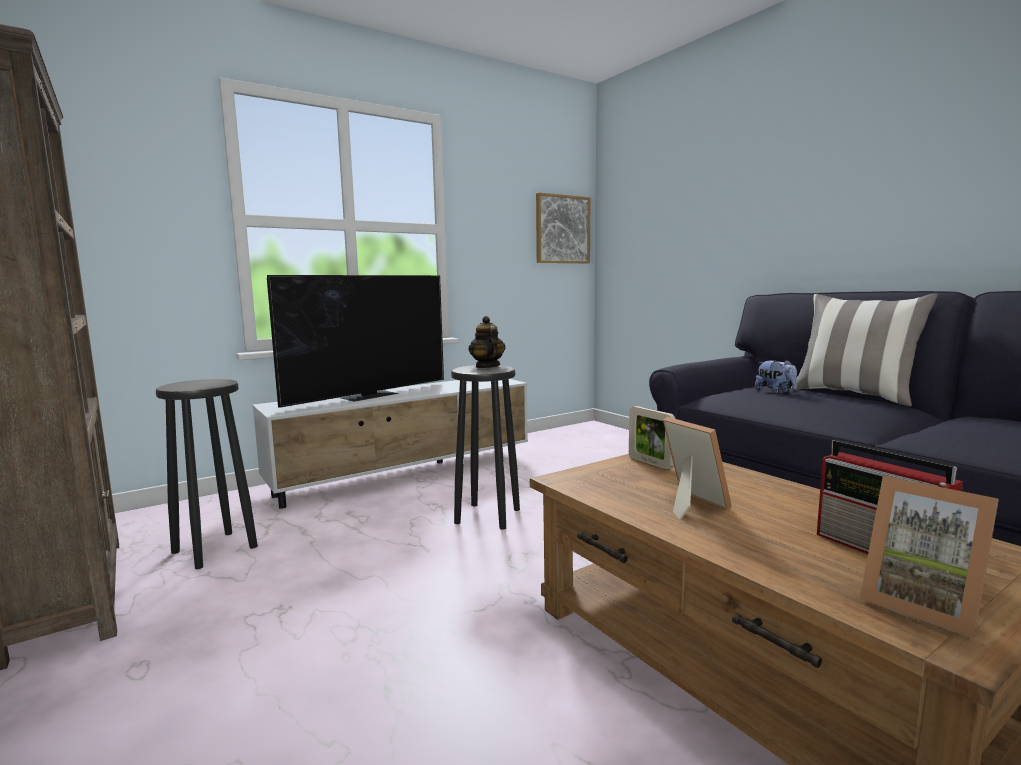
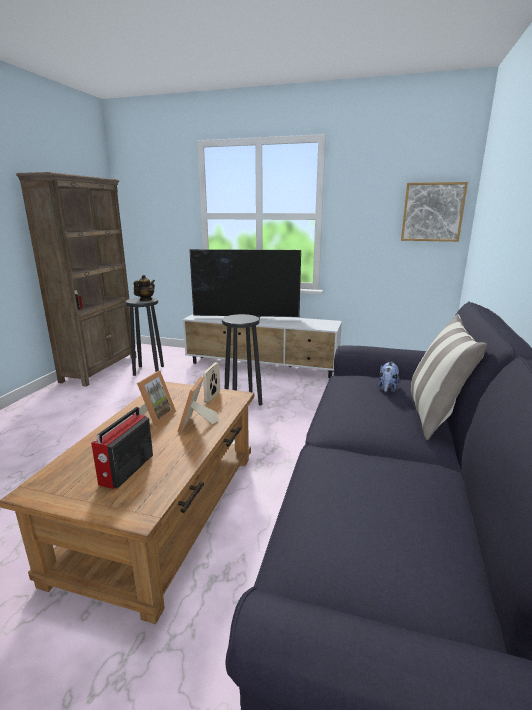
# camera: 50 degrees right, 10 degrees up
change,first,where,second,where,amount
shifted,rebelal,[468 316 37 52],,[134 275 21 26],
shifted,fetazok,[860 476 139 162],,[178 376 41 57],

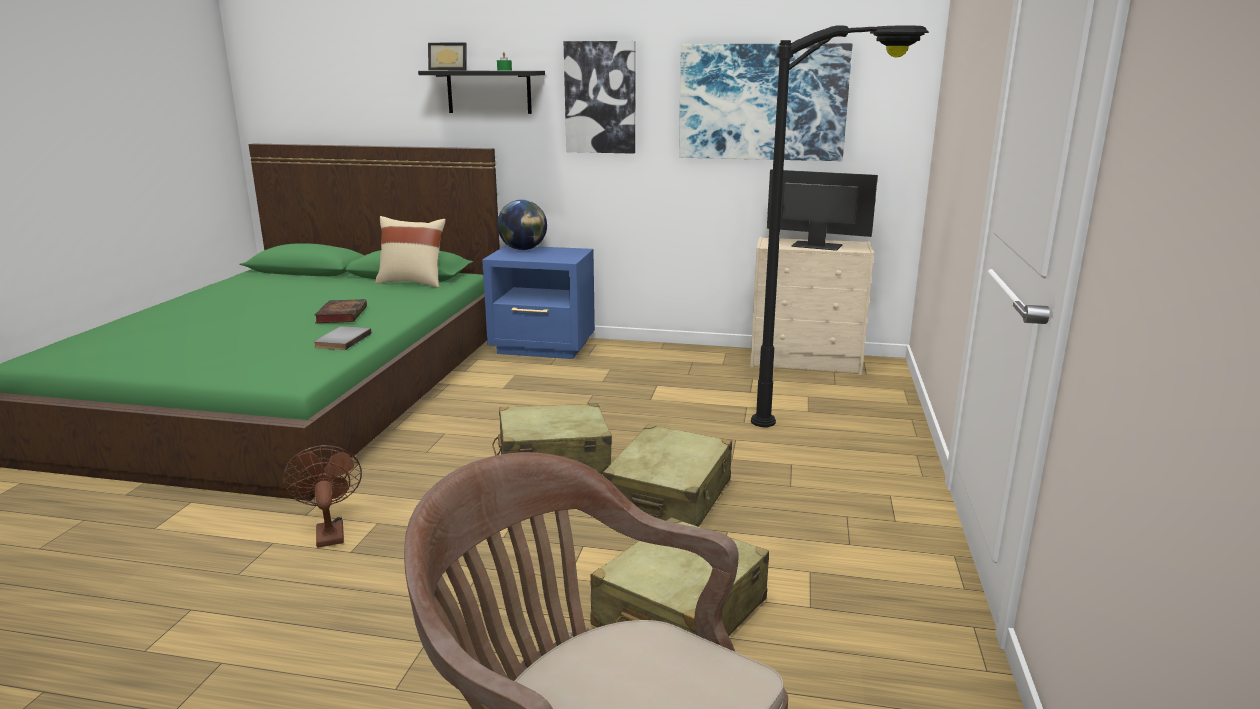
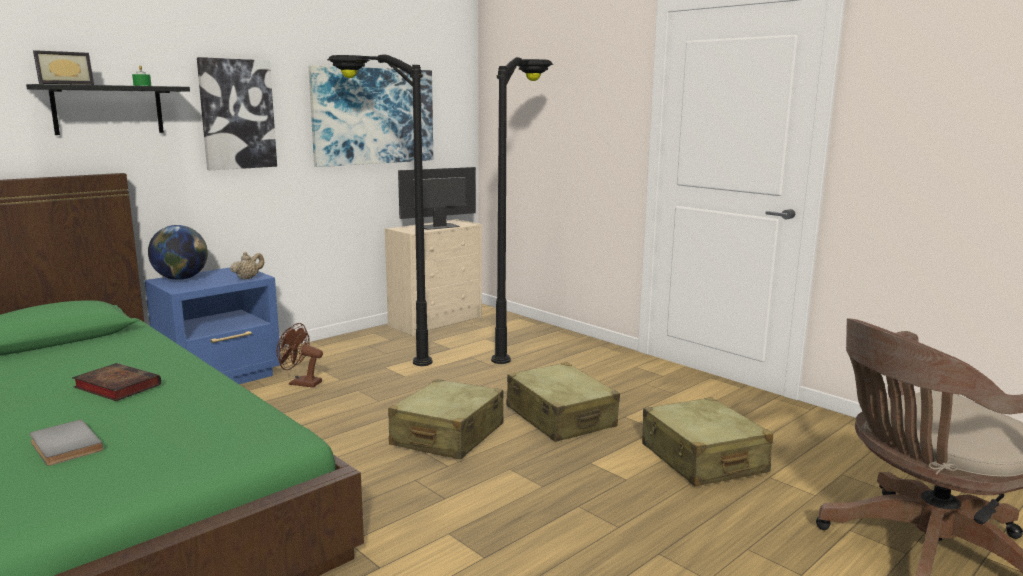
# camera: 55 degrees left, 5 degrees down
change,first,where,second,where,amount
shifted,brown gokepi,[283 445 79 103],,[277 323 46 65],
shifted,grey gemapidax,[313 326 59 24],,[30 419 73 47],
gone,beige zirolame,[375 216 71 72],,,
new,,,beige rebelal,[230 252 34 28],
new,,,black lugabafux,[327 55 105 311],

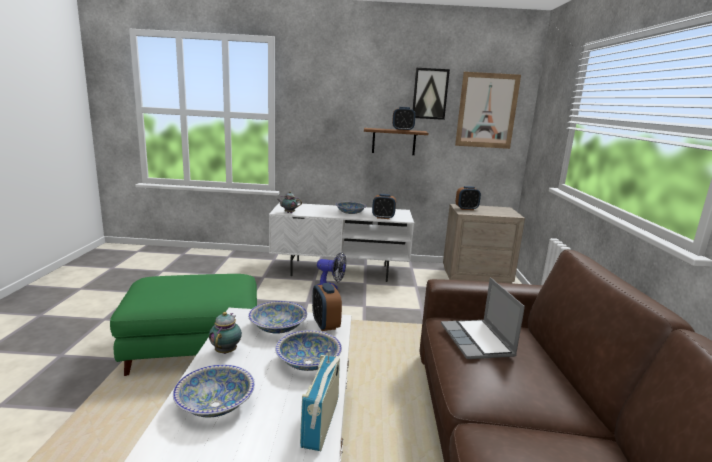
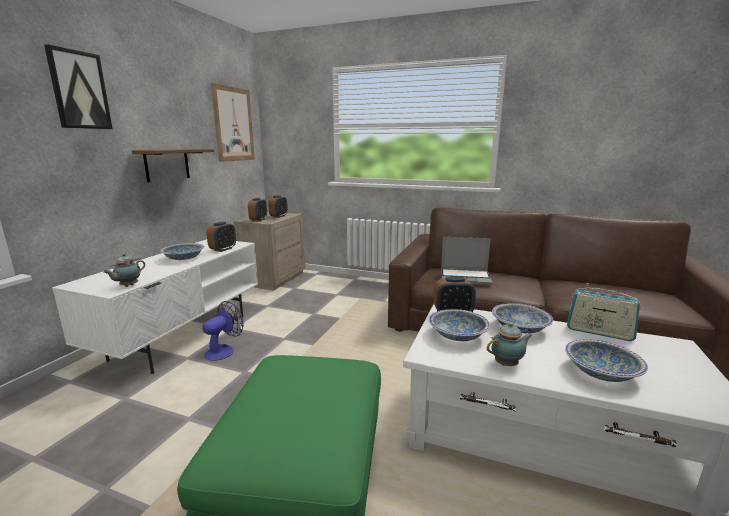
# camera: 70 degrees left, 0 degrees up
change,first,where,second,where,amount
rotated,rebelal,[209 312 33 42],,[487 322 45 44],135 degrees clockwise
shifted,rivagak,[392 107 24 24],,[268 195 20 23],
shifted,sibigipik,[412 68 38 52],,[44 44 68 85],

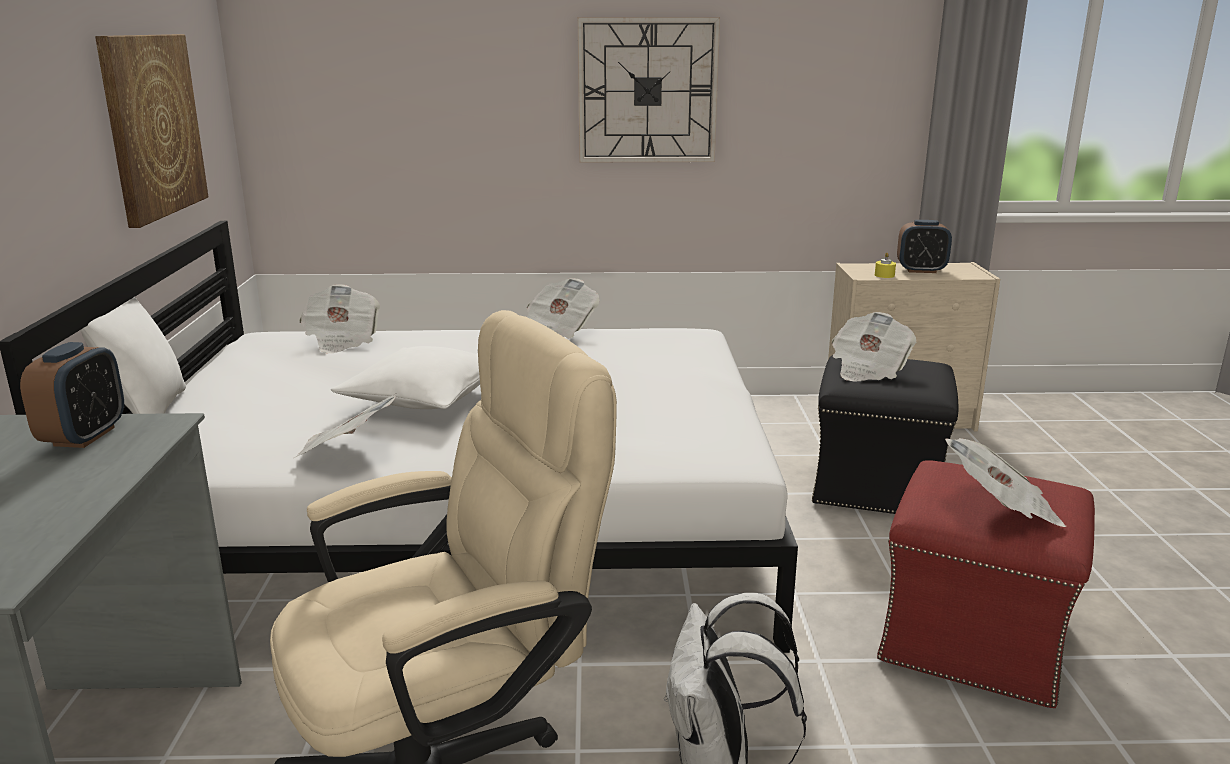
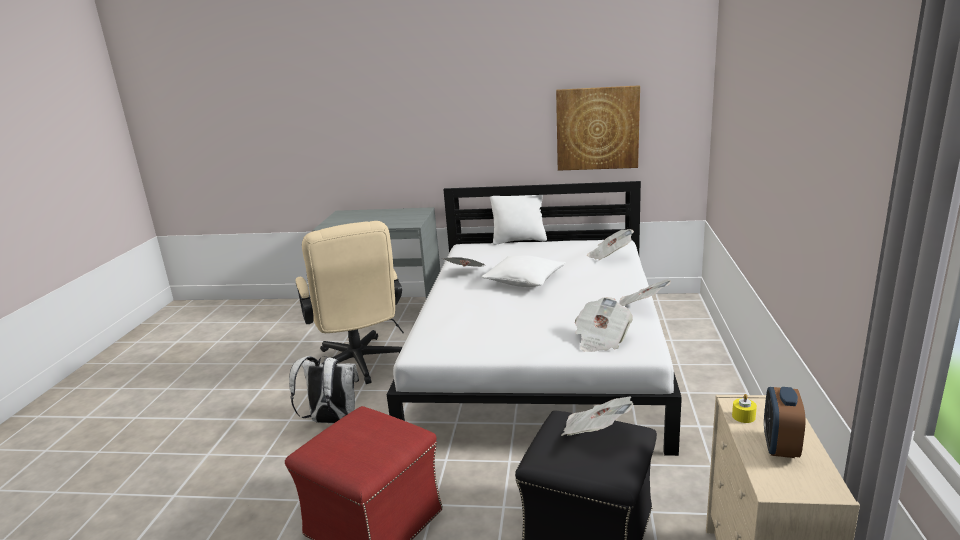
# camera: 100 degrees right, 0 degrees up
change,first,where,second,where,amount
gone,rivagak,[20 342 104 106],,,
gone,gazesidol,[578 17 142 145],,,
shifted,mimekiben,[945 438 121 89],,[574 297 59 55],

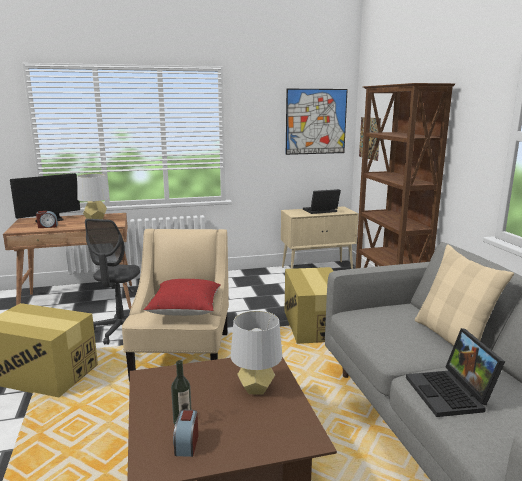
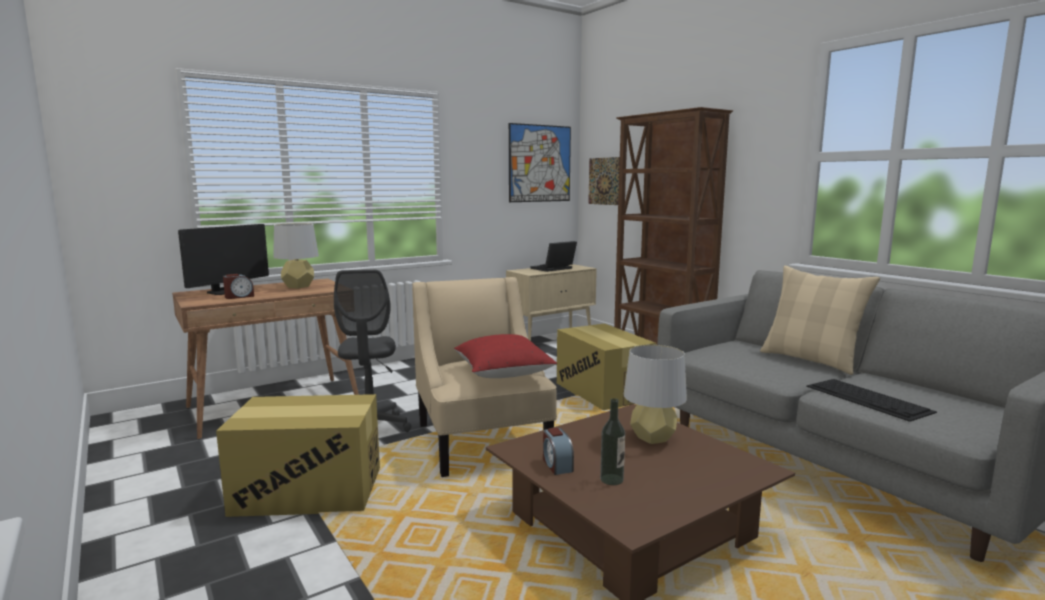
# camera: 20 degrees left, 5 degrees down
change,first,where,second,where,amount
shifted,rivagak,[173 410 25 47],,[543 428 31 47],
swapped,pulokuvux,[406 328 99 89],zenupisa,[806 379 131 43],

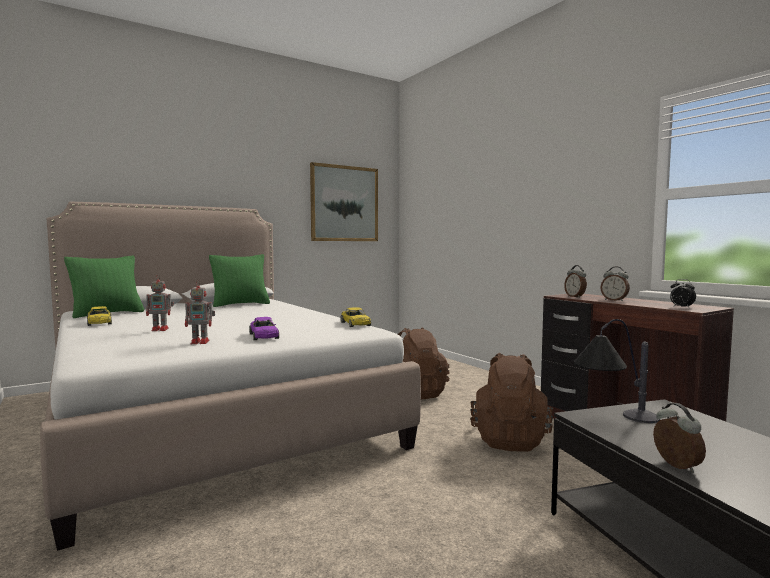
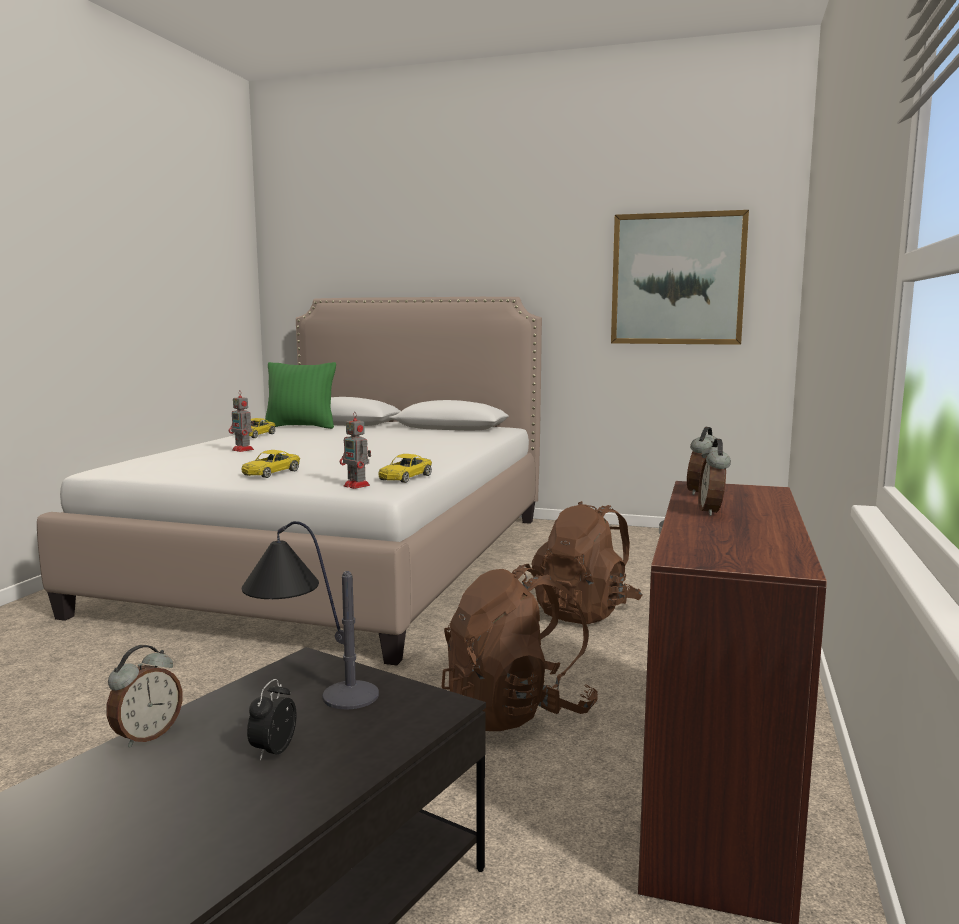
# camera: 50 degrees right, 5 degrees up
change,first,where,second,where,amount
shifted,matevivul,[185 280 30 64],,[340 412 31 77],
gone,green zirolame,[209 254 61 53],,,
repainted,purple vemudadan,[249 317 30 23],yellow vemudadan,[242 450 58 28],
shifted,rivagak,[670 279 26 29],,[247 679 49 82],

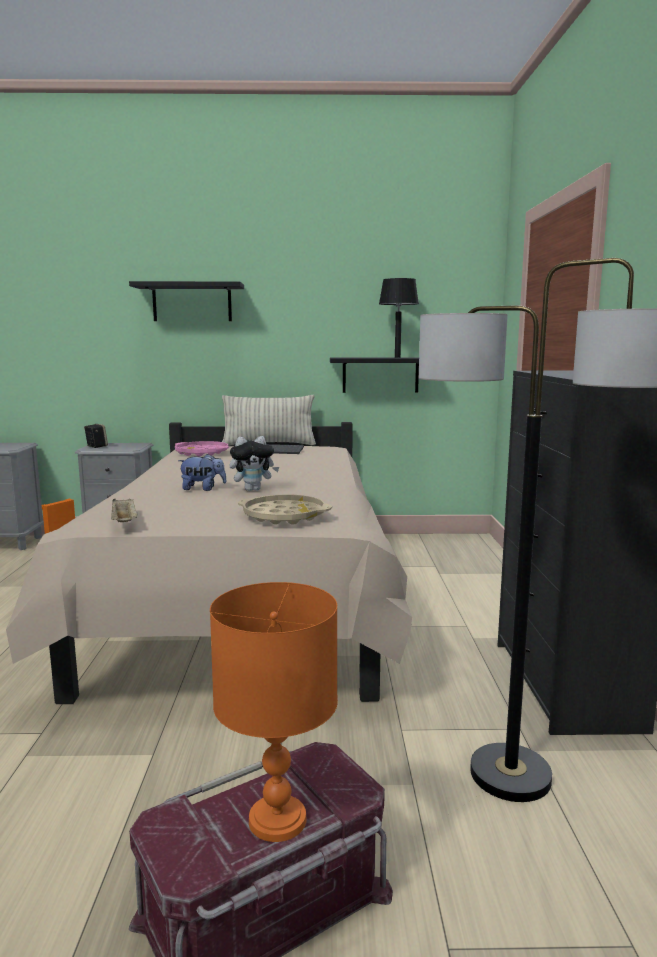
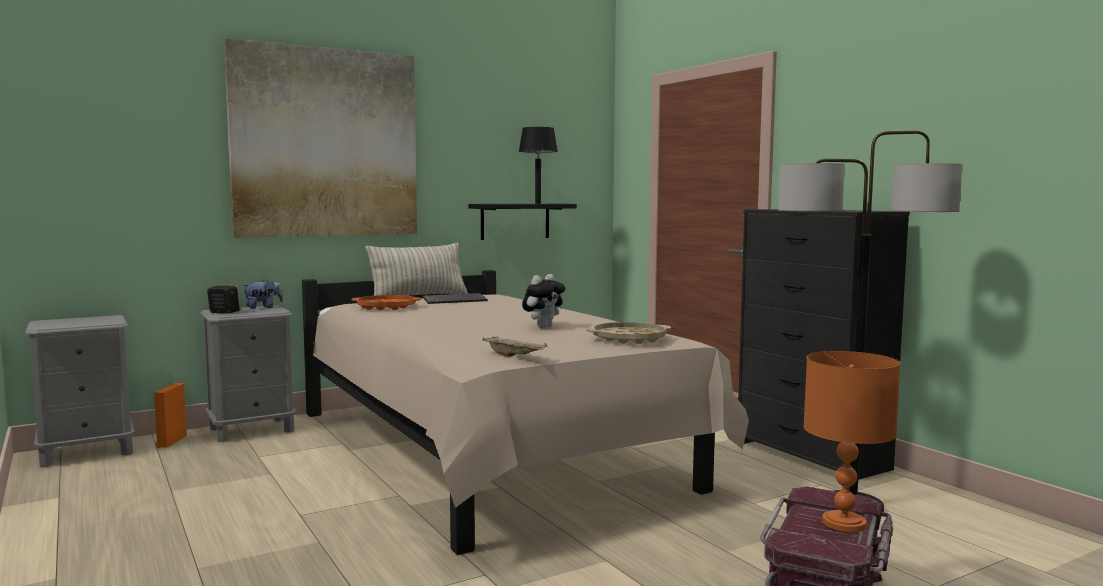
# camera: 30 degrees left, 5 degrees down
change,first,where,second,where,amount
swapped,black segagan,[129 281 115 40],sibigipik,[224 38 193 200],
repainted,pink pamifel,[175 441 54 16],orange pamifel,[351 295 70 15],
shifted,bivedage,[178 454 49 37],,[242 279 41 30],

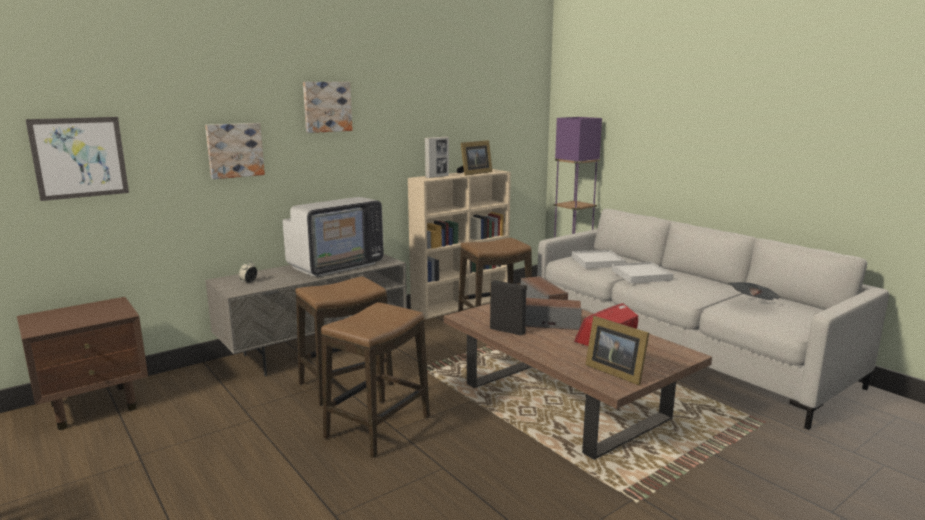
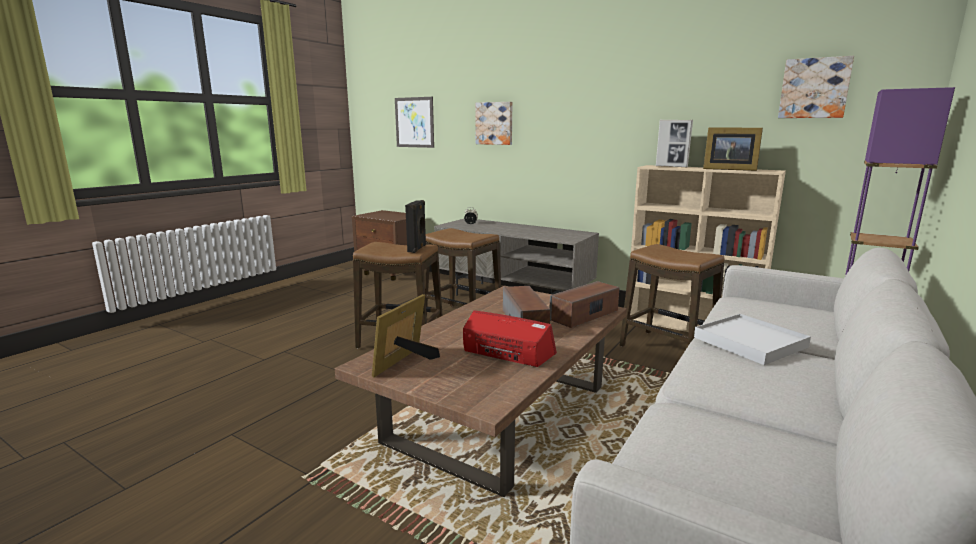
# camera: 70 degrees right, 0 degrees up
change,first,where,second,where,amount
gone,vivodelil,[283 197 101 80],,,
shifted,sibigipik,[303 82 49 51],,[778 56 76 62],
shifted,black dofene,[490 280 37 56],,[405 200 21 53],
gone,white pamifel,[572 250 54 18],,,
gone,mimekiben,[728 282 53 18],,,

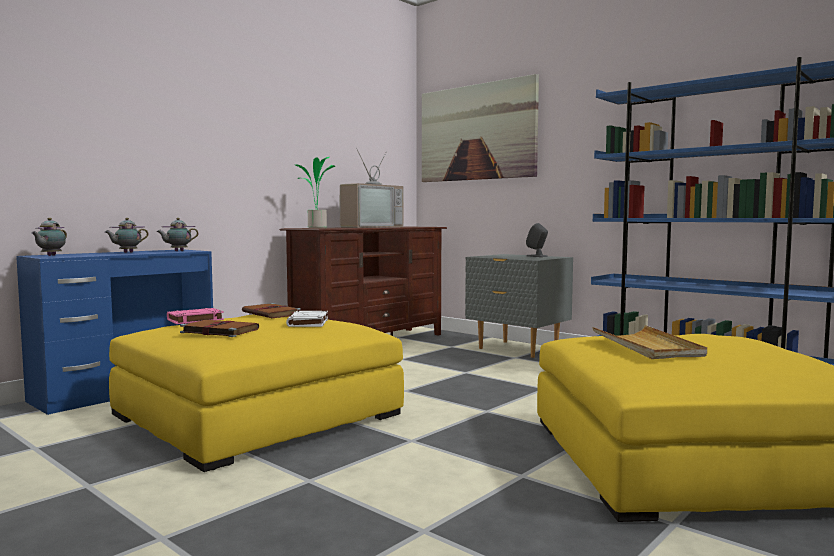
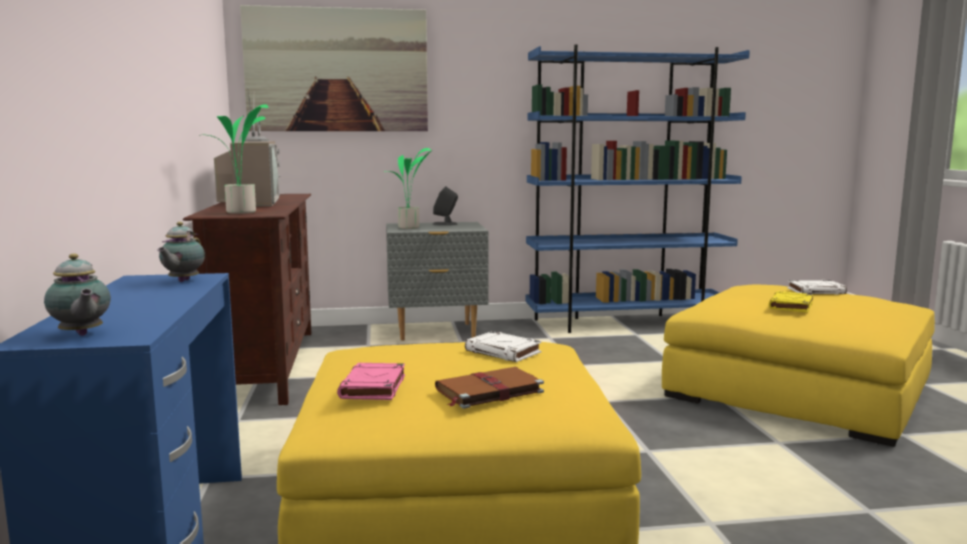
# camera: 50 degrees left, 5 degrees up
change,first,where,second,where,amount
gone,rebelal,[105 218 43 35],,,
gone,brown gemapidax,[242 303 59 15],,,
swapped,beige pamifel,[592 325 115 34],yellow gemapidax,[769 291 44 22],
new,,,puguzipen,[384 148 47 81],
new,,,white gemapidax,[787 280 60 15],

